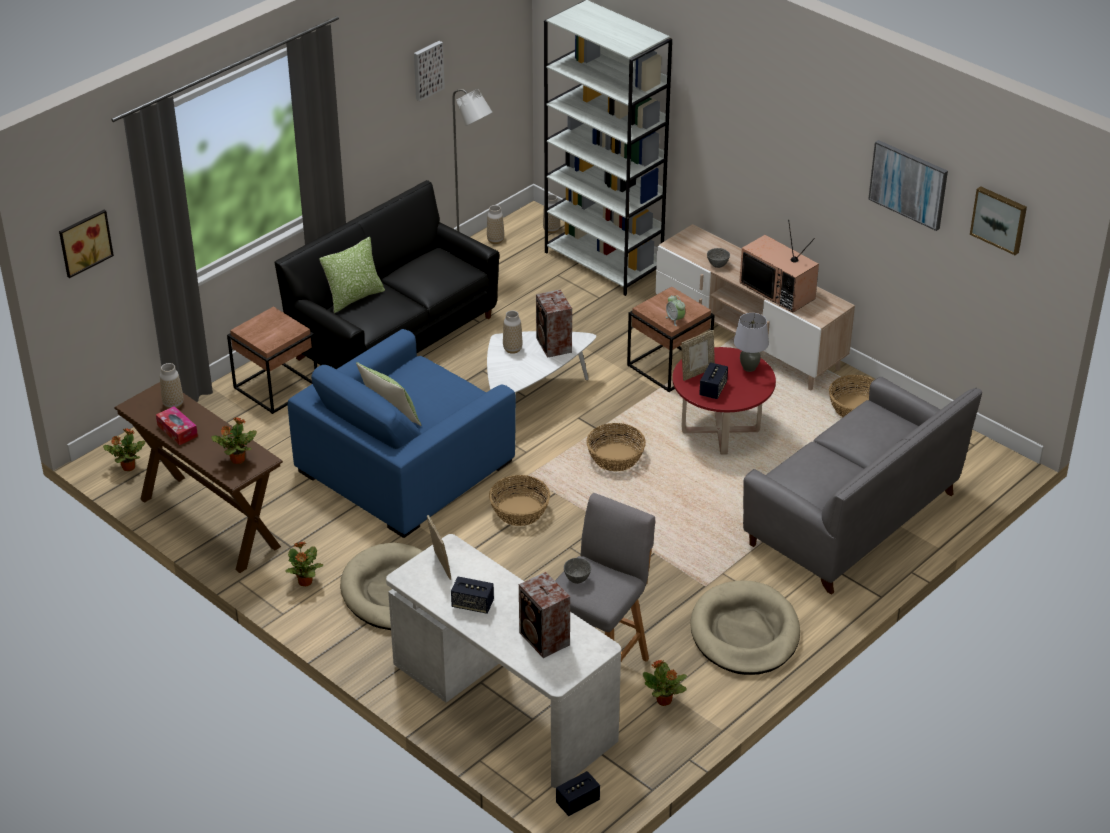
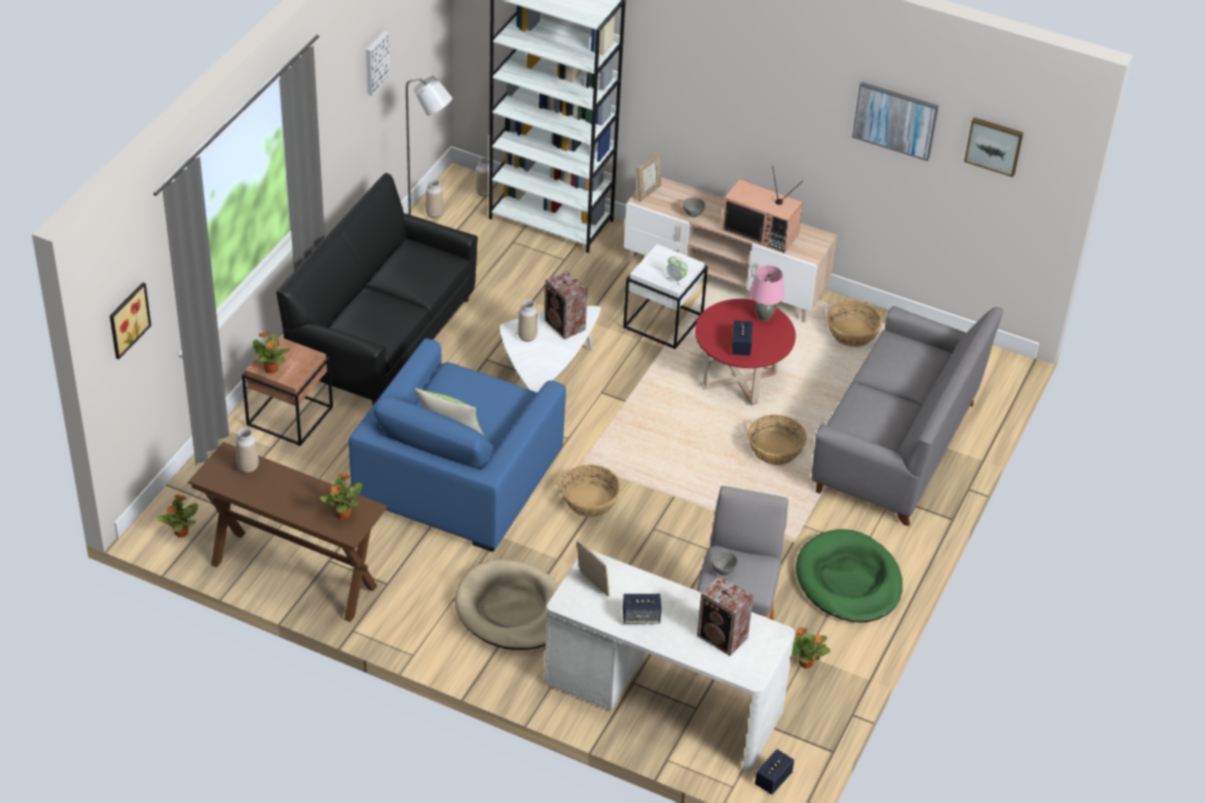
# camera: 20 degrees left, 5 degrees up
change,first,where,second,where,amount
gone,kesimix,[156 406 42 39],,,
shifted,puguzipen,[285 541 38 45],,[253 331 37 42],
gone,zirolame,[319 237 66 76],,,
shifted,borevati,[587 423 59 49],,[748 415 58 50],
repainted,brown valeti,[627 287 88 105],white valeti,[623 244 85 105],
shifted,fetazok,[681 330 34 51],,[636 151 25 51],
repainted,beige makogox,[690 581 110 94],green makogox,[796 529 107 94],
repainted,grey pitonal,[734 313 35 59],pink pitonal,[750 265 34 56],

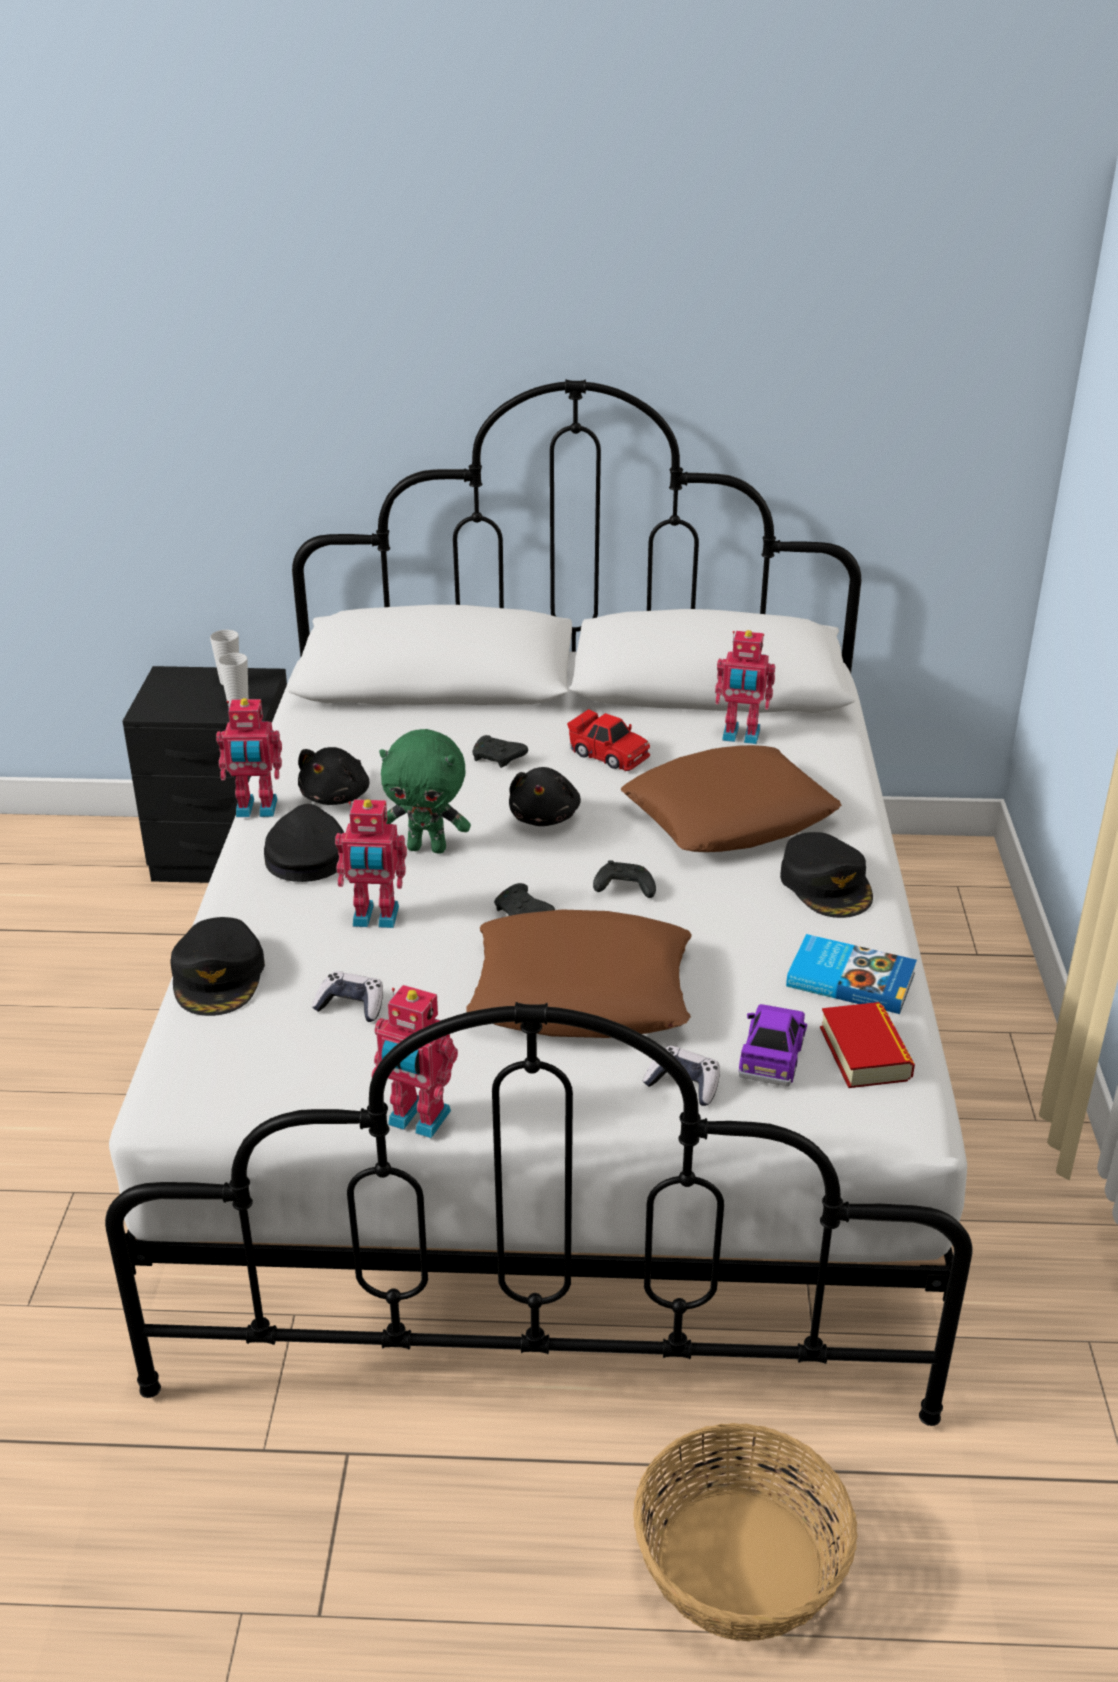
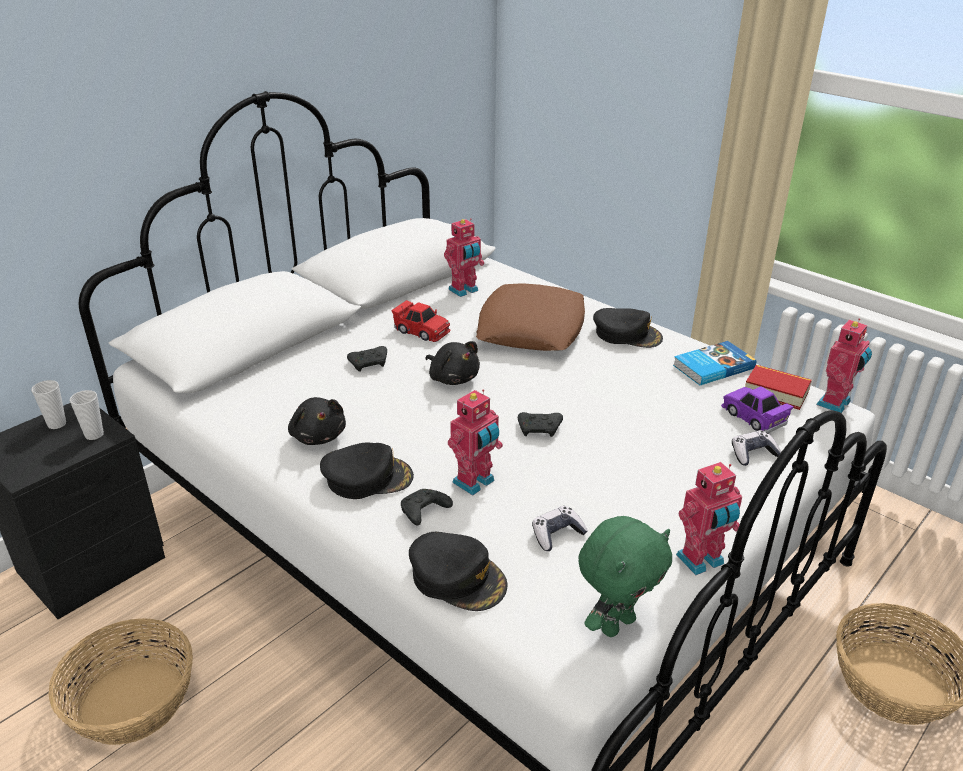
# camera: 50 degrees left, 0 degrees up
change,first,where,second,where,amount
shifted,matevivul,[216 698 66 119],,[816 319 56 94],
rotated,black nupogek,[264 804 80 78],,[320 443 94 56],135 degrees clockwise
shifted,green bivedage,[379 729 92 125],,[578 516 94 121],
gone,brown zirolame,[466 909 226 129],,,
rotated,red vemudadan,[567 709 83 62],,[392 300 58 42],45 degrees clockwise
shifted,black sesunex,[593 860 63 38],,[401 489 52 36],
new,,,borevati,[48 618 145 127],

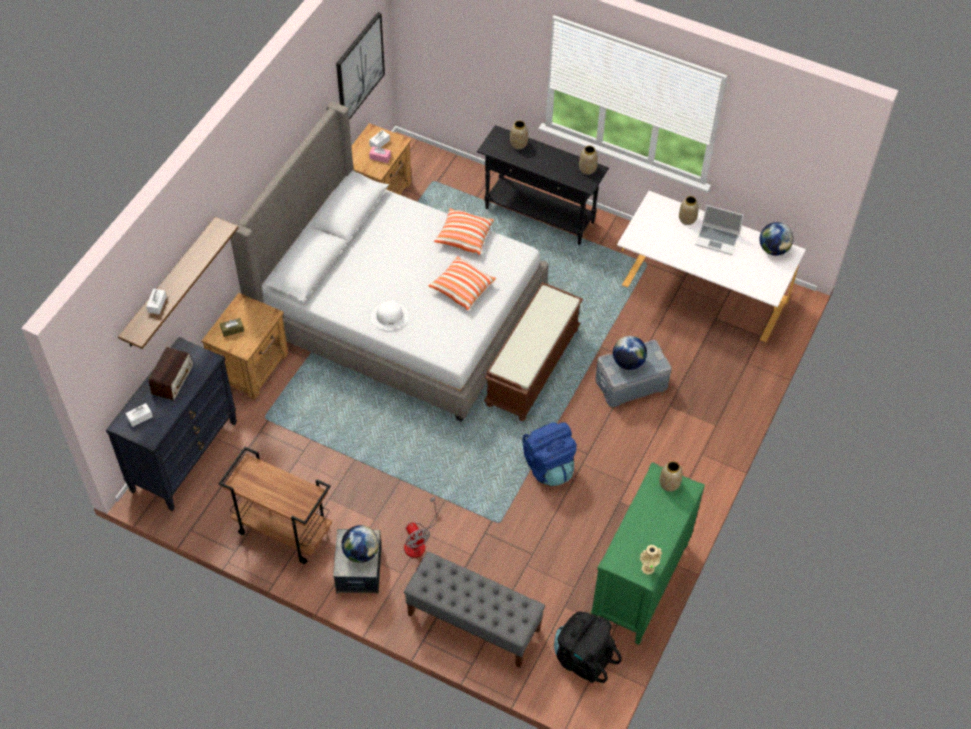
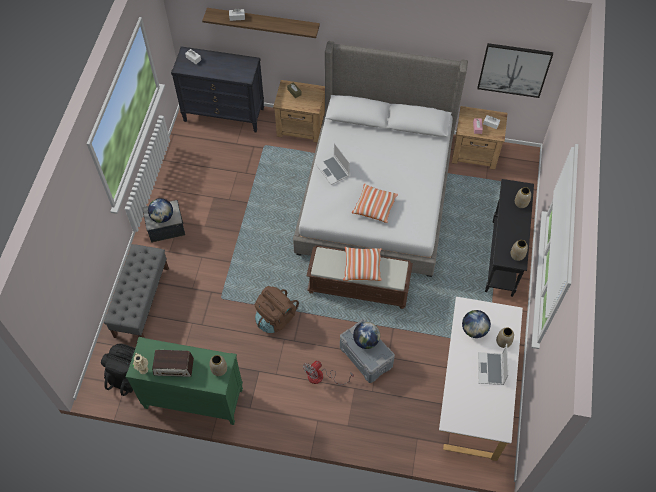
# camera: 75 degrees right, 5 degrees up
change,first,where,second,where,amount
shifted,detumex,[148 347 45 54],,[152 350 42 27],
gone,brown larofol,[218 447 114 117],,,
swapped,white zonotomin,[371 301 38 29],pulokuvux,[316 143 34 42],
shifted,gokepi,[404 497 33 61],,[303 360 51 25],
shifted,zirolame,[434 208 60 47],,[343 247 39 34],
repainted,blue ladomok,[522 422 55 64],brown ladomok,[255 286 44 47],
shifted,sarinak,[759 222 35 34],,[462 310 29 28],

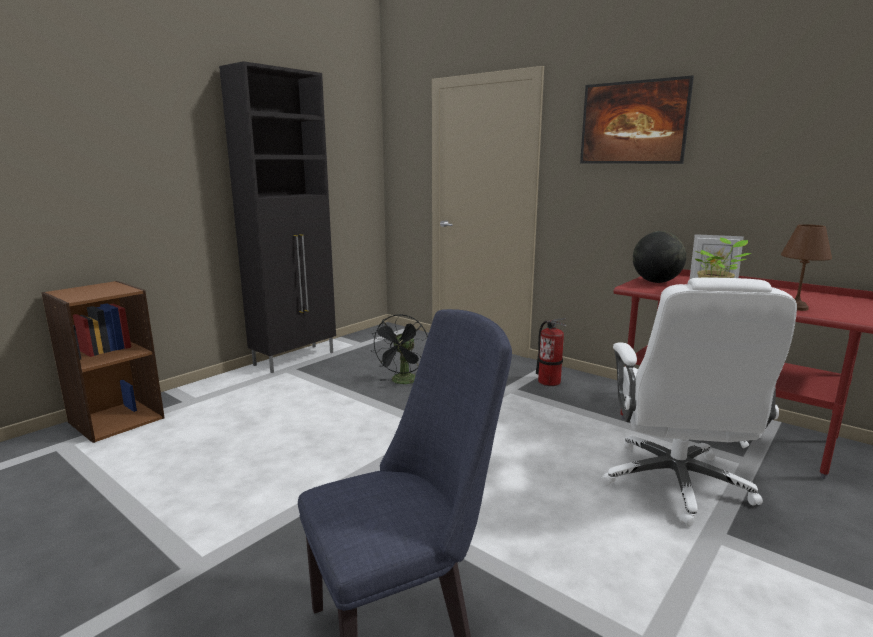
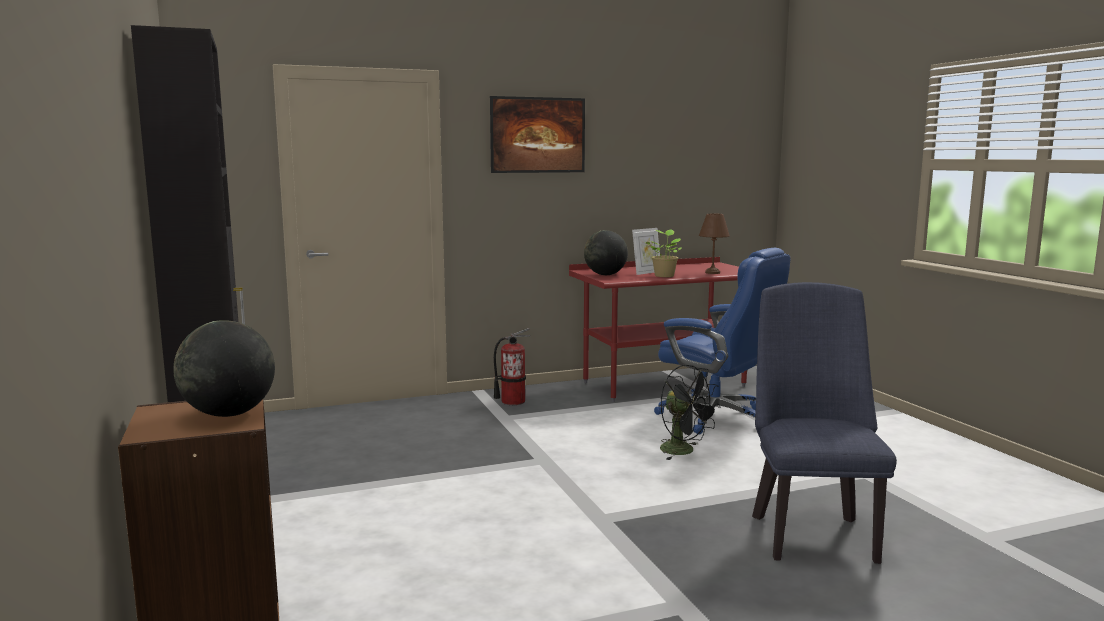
# camera: 60 degrees left, 5 degrees down
change,first,where,second,where,amount
shifted,black gokepi,[372 314 56 70],,[660 364 61 96],
repainted,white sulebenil,[601 277 196 250],blue sulebenil,[654 248 136 187],
new,,,sarinak,[173 320 102 97],

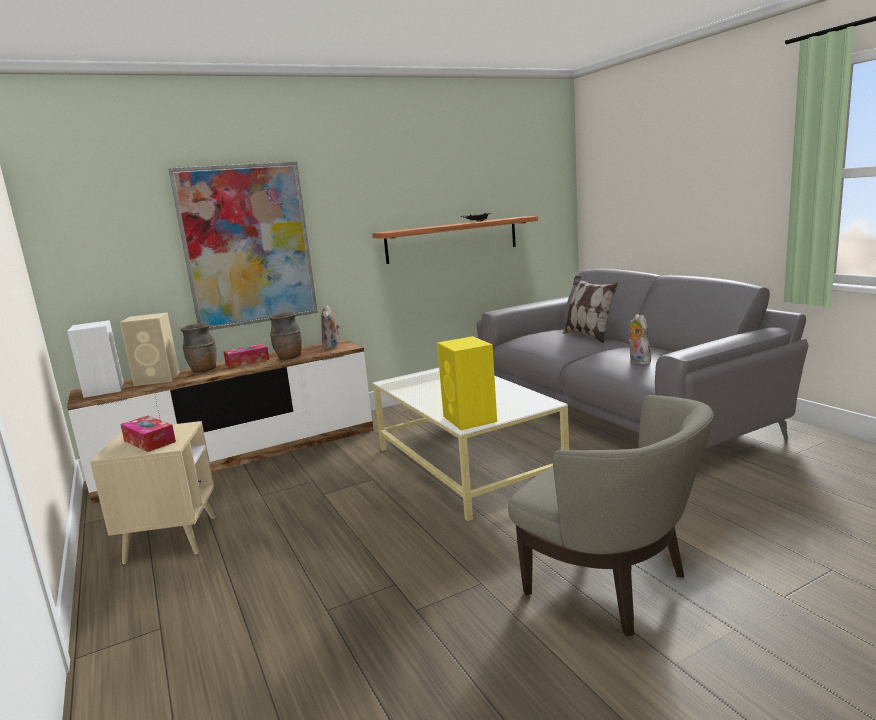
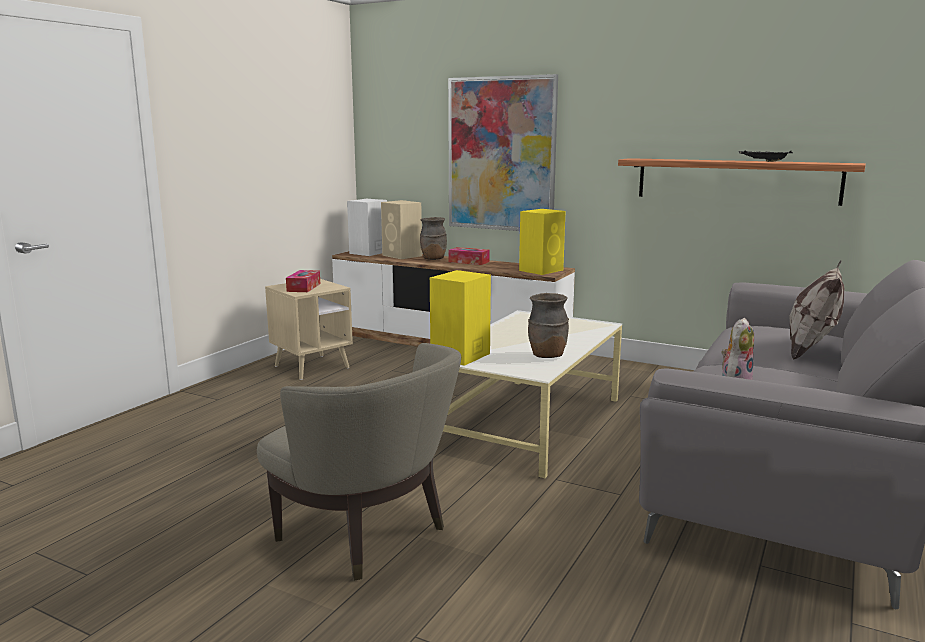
# camera: 55 degrees right, 0 degrees up
change,first,where,second,where,amount
shifted,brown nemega,[269 312 33 48],,[528 293 41 65],
swapped,bivedage,[321 305 18 44],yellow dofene,[519 209 47 66],
rotated,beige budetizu,[508 395 206 242],,[257 343 204 237],60 degrees counterclockwise

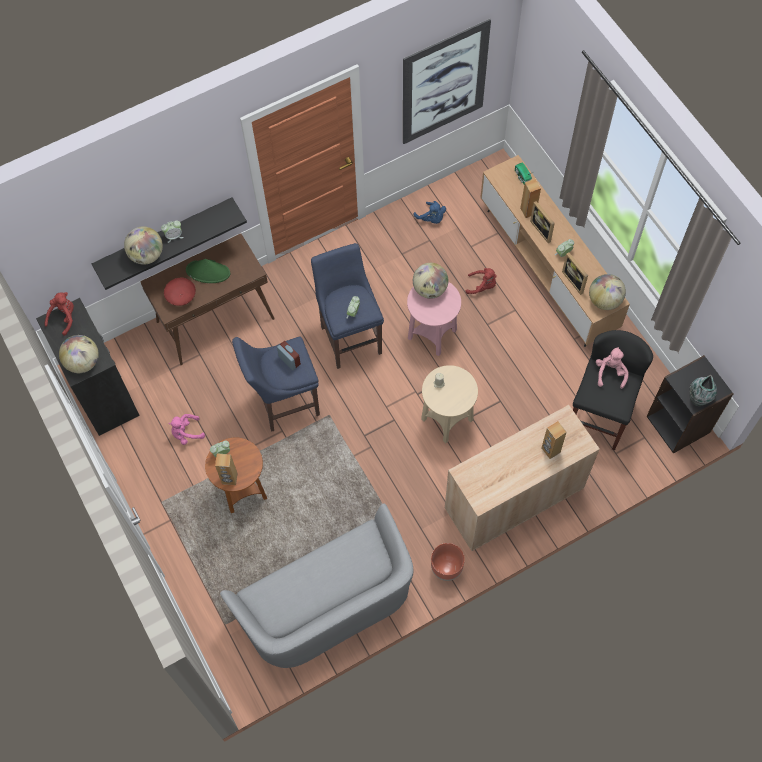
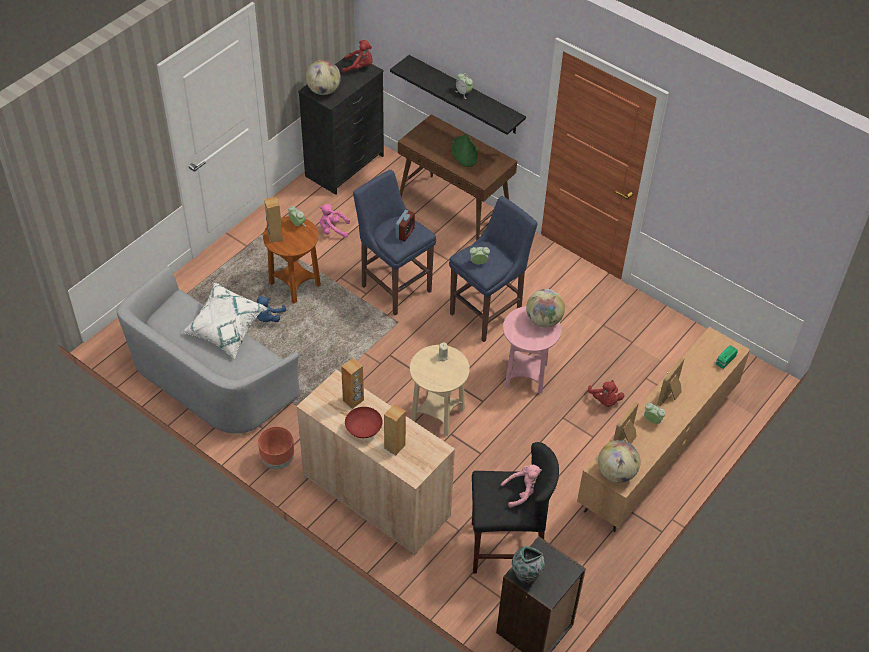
# camera: 65 degrees right, 15 degrees down
change,first,where,second,where,amount
gone,sarinak,[124 226 39 39],,,
shifted,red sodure,[164 278 32 28],,[345 407 37 31],
rotated,pink bivedage,[168 414 37 31],,[320 204 30 34],45 degrees counterclockwise
gone,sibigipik,[403 19 88 125],,,
shifted,blue bivedage,[414 201 32 23],,[256 296 30 26],
shifted,brown dofene,[520 179 21 39],,[341 358 23 51],
new,,,white zirolame,[182 283 86 76],

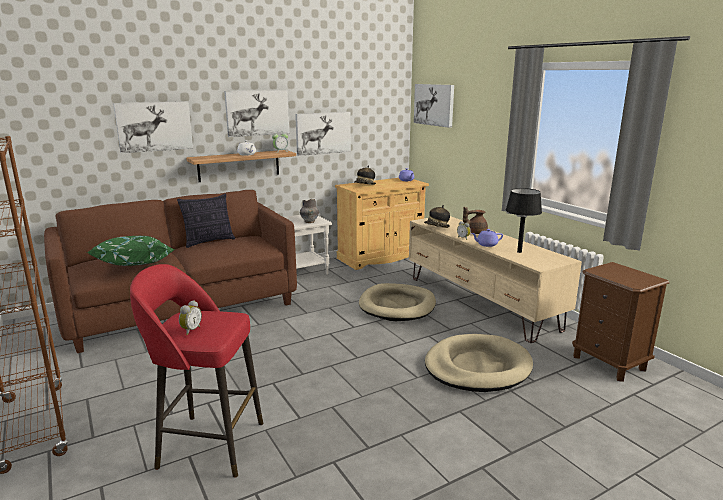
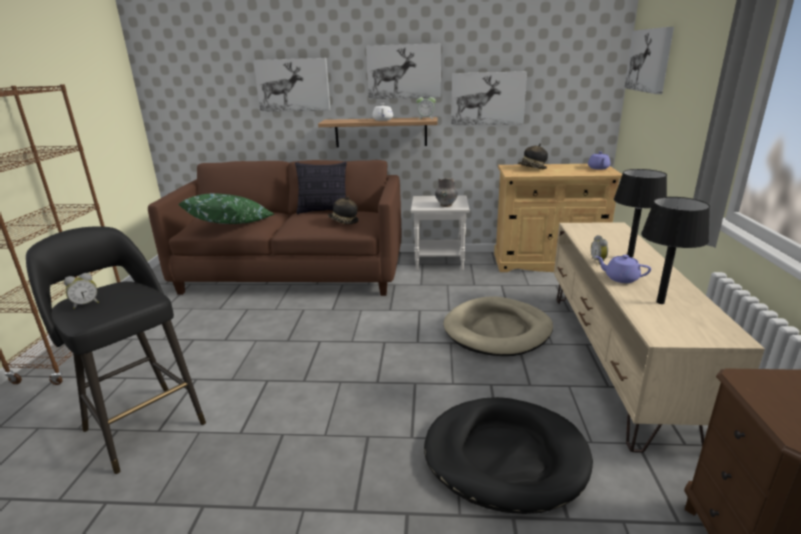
# camera: 35 degrees right, 5 degrees up
change,first,where,second,where,amount
repainted,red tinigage,[130 264 133 214],black tinigage,[26 226 180 248],
shifted,zonotomin,[424 205 26 23],,[328 197 31 27],
repainted,beige makogox,[425 334 108 58],black makogox,[424 397 169 117],
swapped,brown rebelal,[463 207 25 27],black pitonal,[614 169 53 88],

